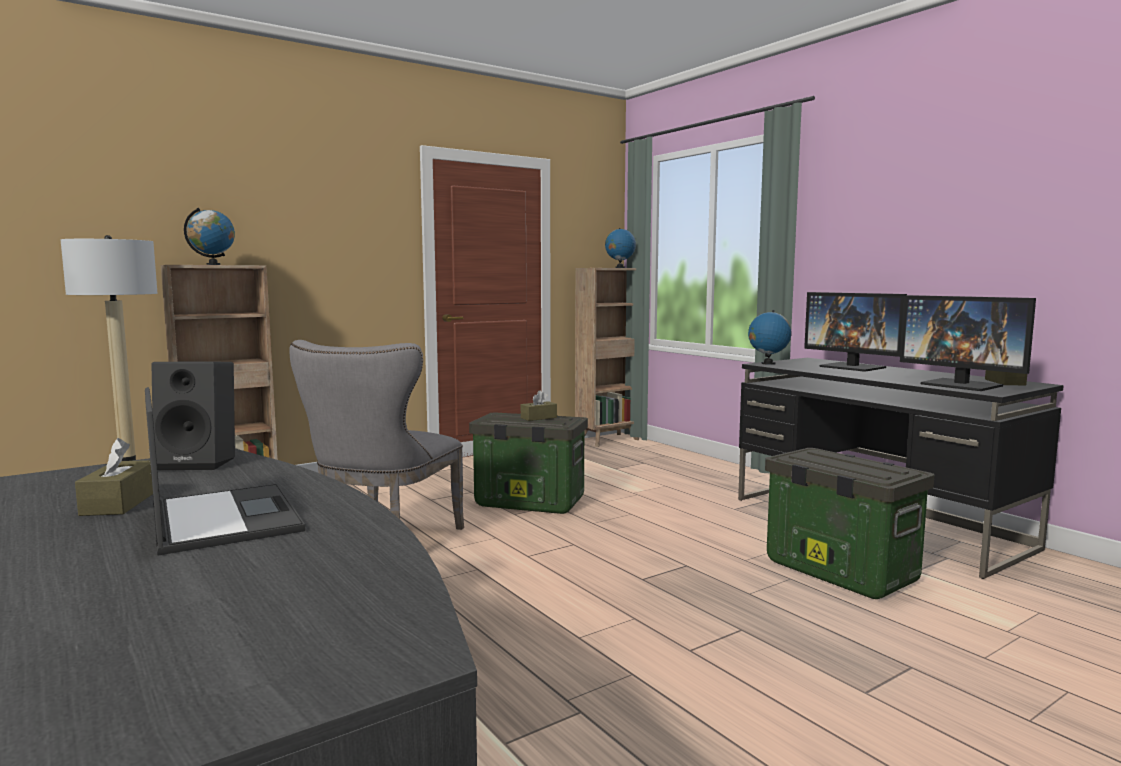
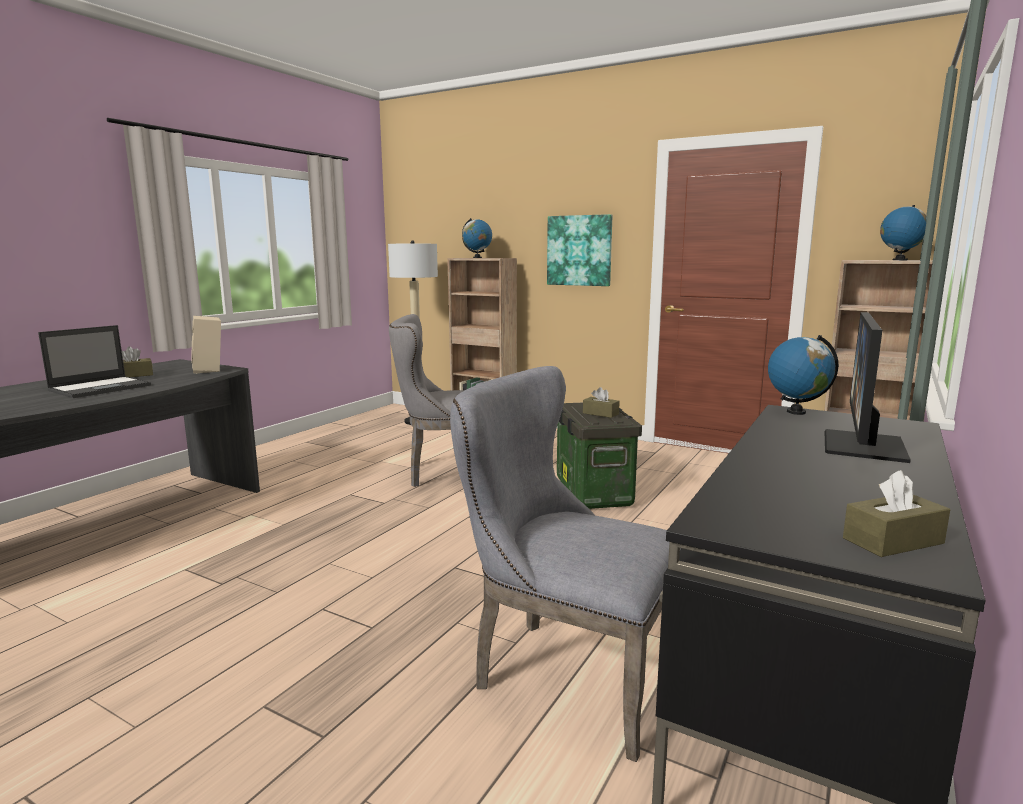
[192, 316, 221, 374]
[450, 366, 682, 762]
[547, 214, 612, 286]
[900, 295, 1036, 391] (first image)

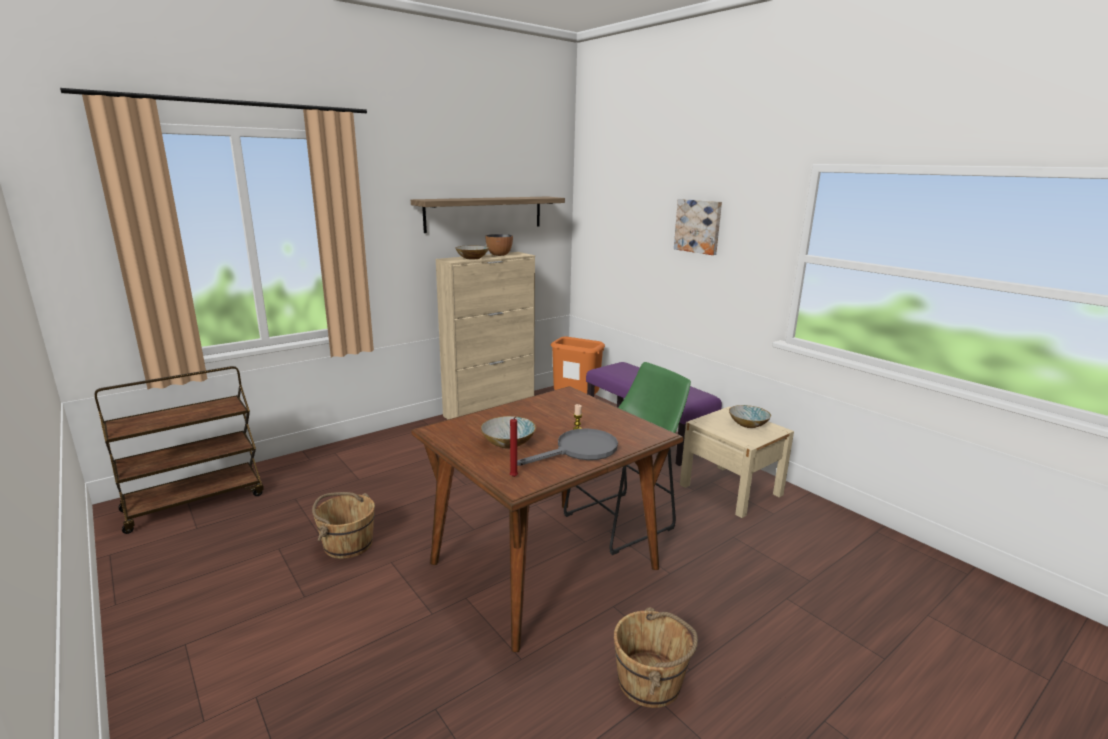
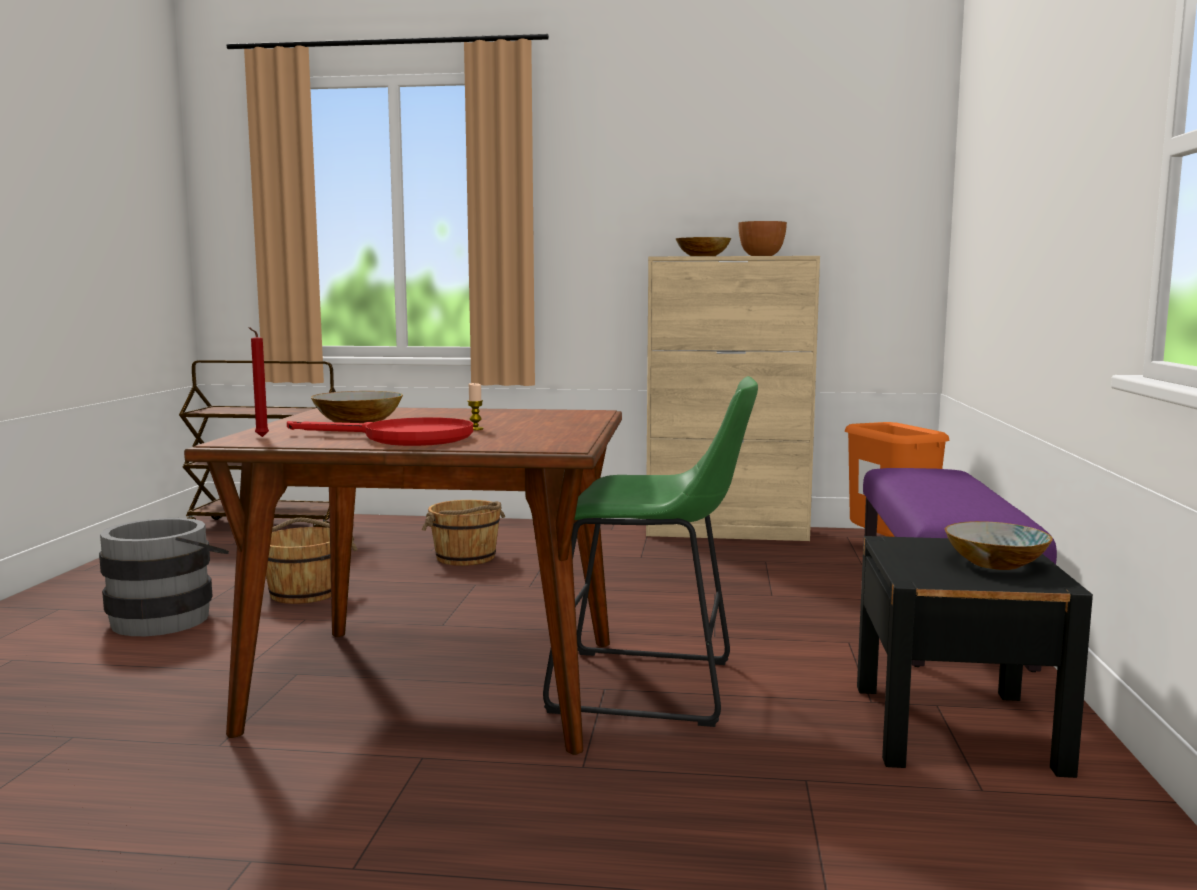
[99, 518, 229, 636]
[287, 417, 473, 446]
[422, 500, 505, 566]
[857, 536, 1093, 778]
[411, 196, 565, 233] (first image)
[674, 199, 722, 255] (first image)

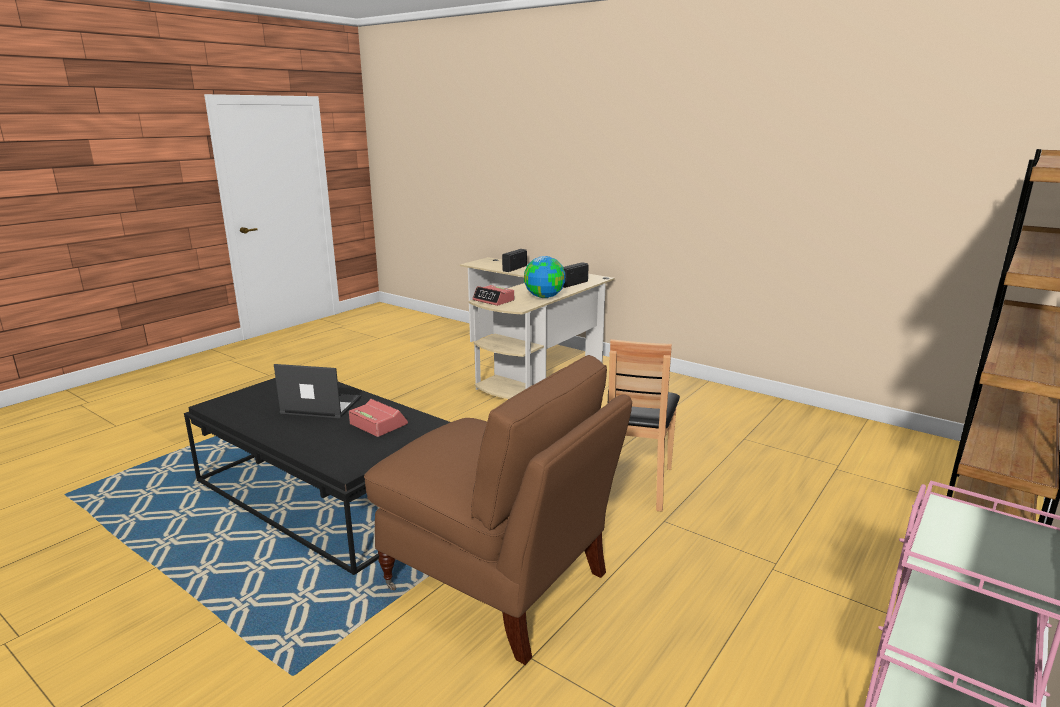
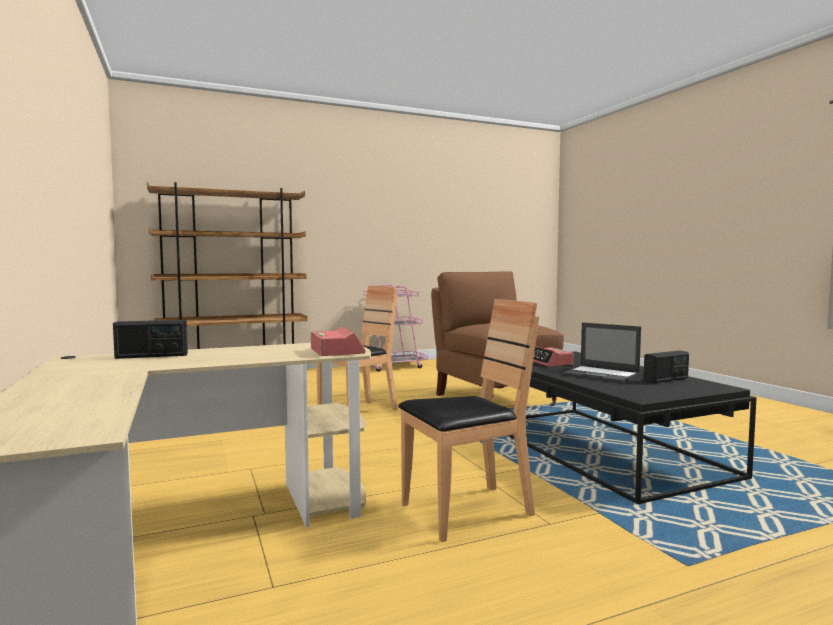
[398, 299, 539, 542]
[643, 350, 689, 383]
[524, 256, 565, 298] (first image)

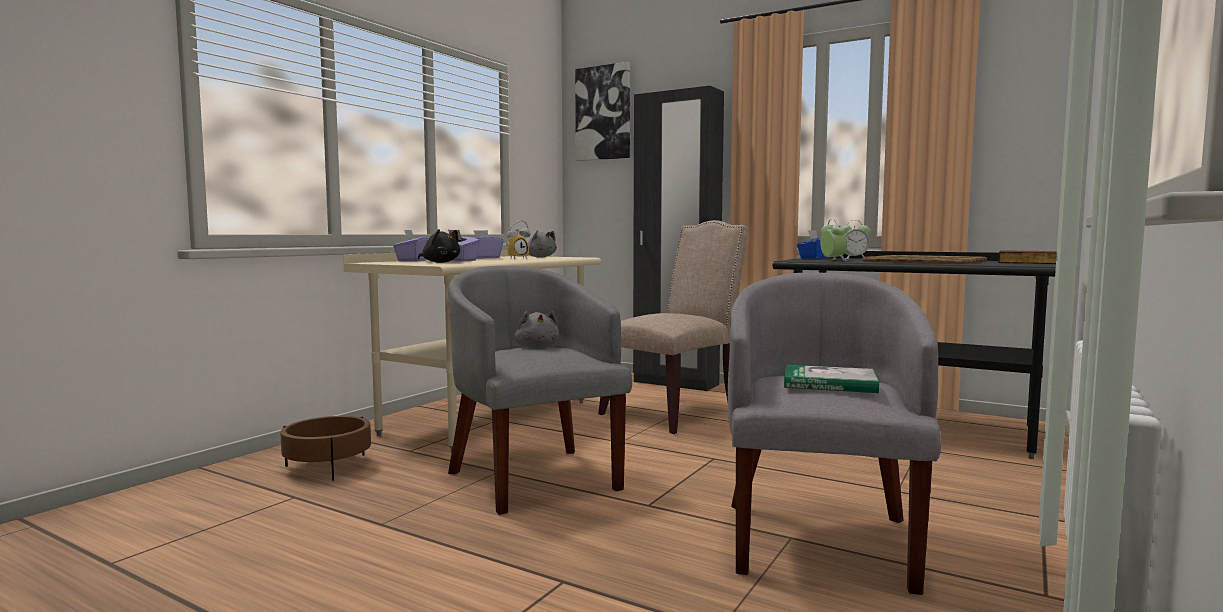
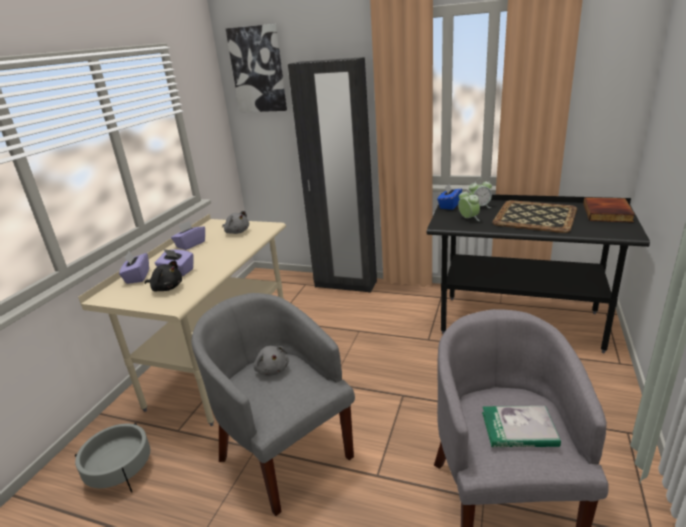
[75, 423, 150, 493]
[506, 220, 531, 259] (first image)
[598, 220, 748, 434] (first image)

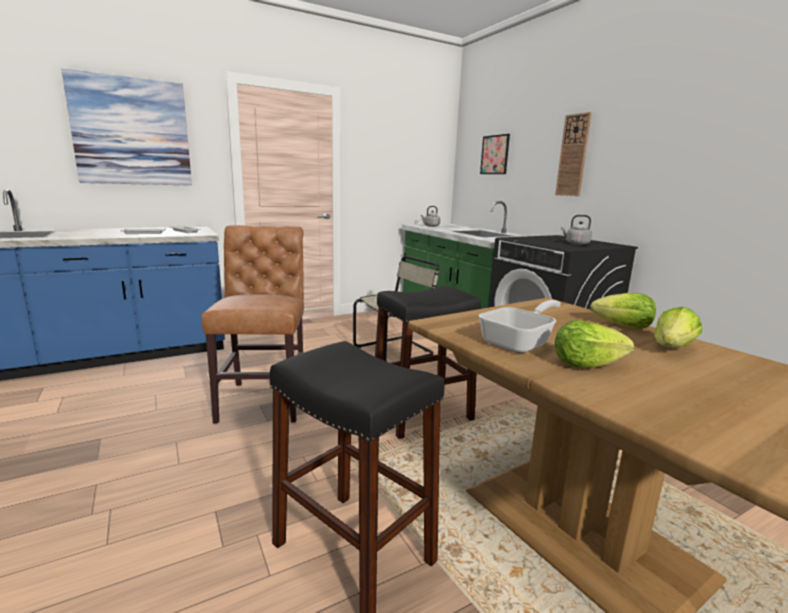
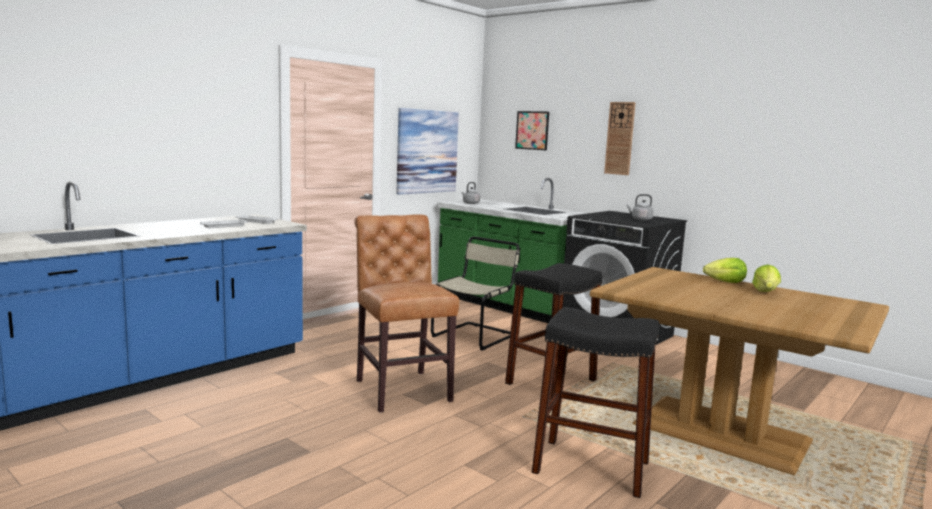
[397, 108, 459, 195]
[479, 300, 561, 353] (first image)
[555, 320, 634, 368] (first image)

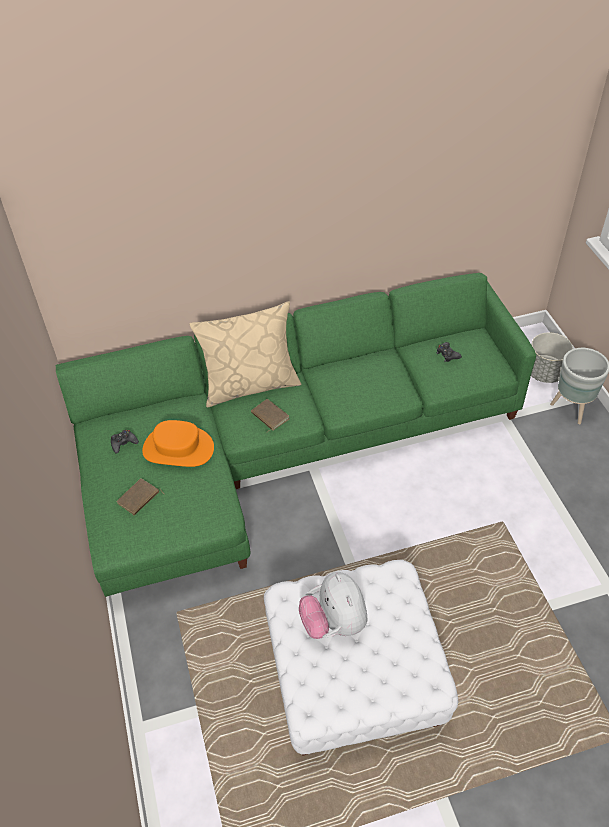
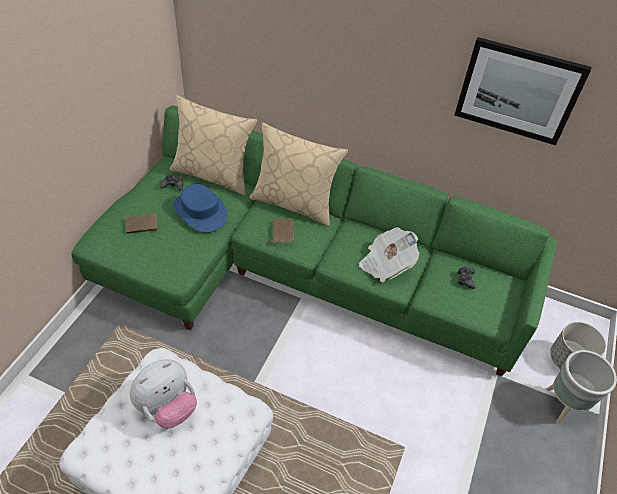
[129, 359, 197, 429]
[170, 95, 257, 196]
[173, 184, 228, 233]
[359, 228, 419, 282]
[454, 37, 592, 145]

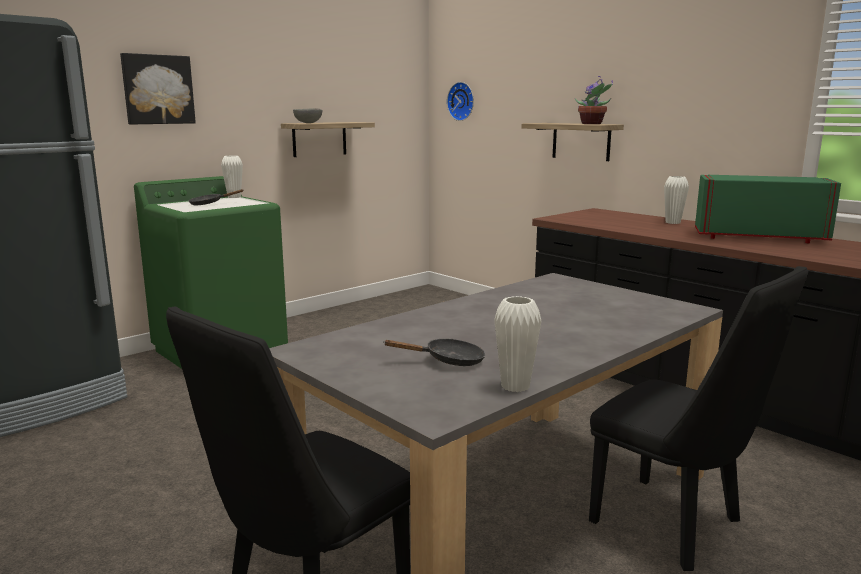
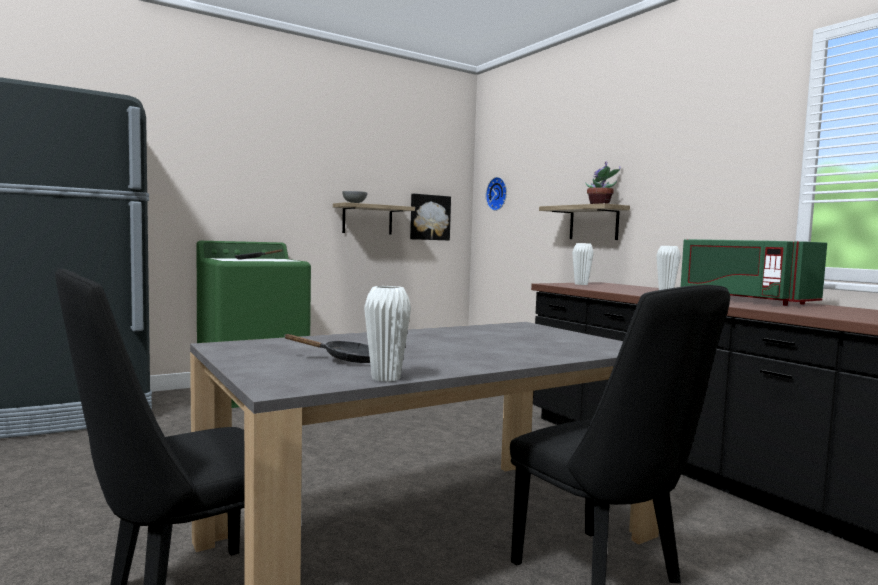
[410, 194, 451, 240]
[572, 243, 594, 285]
[681, 239, 827, 306]

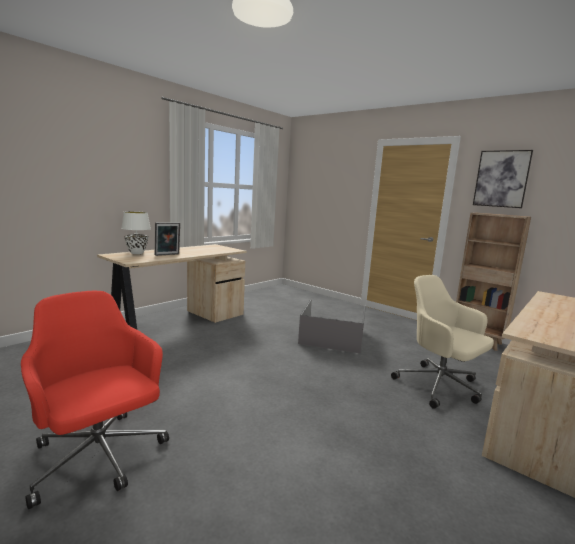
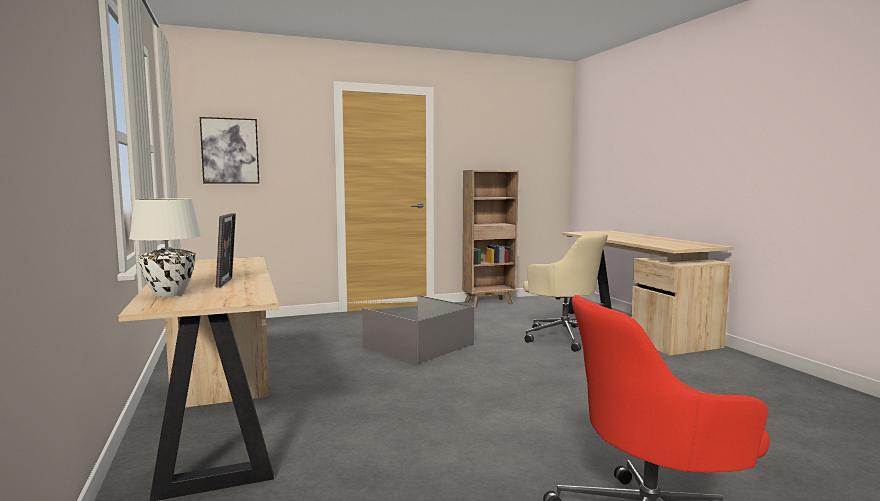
[200, 117, 259, 184]
[523, 233, 608, 352]

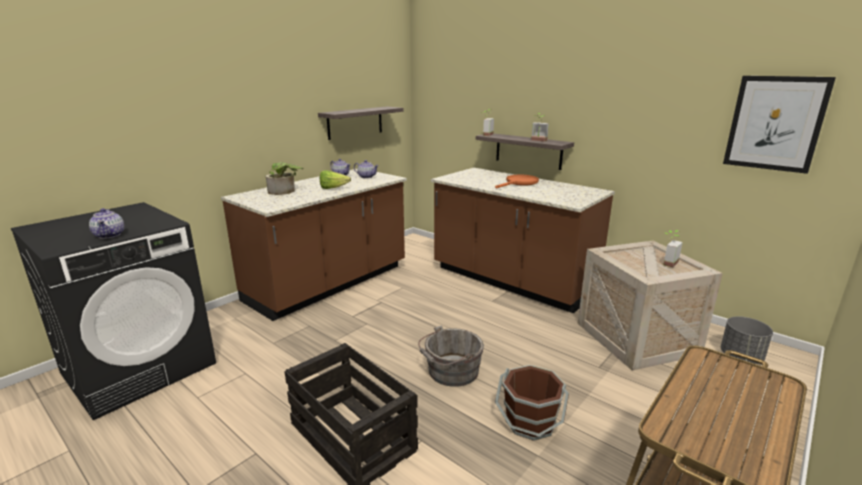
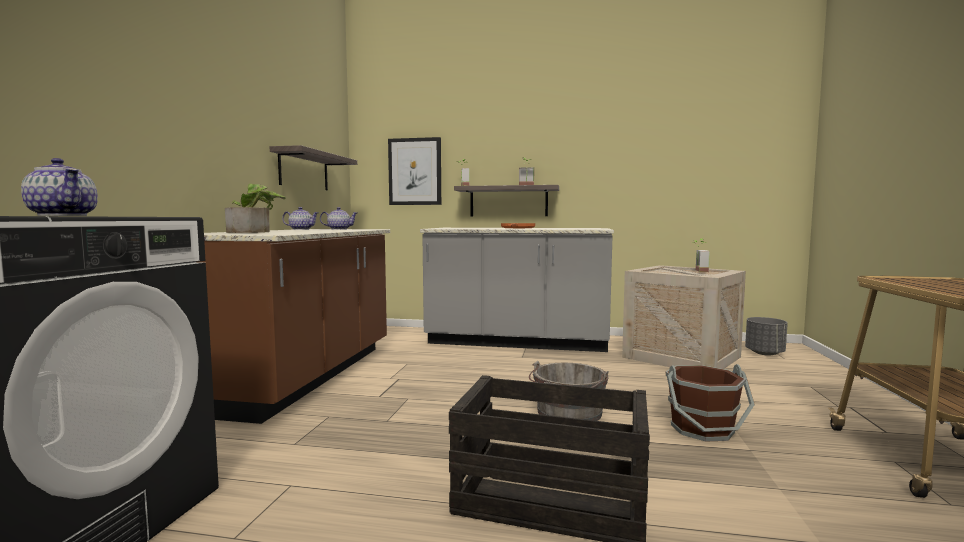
[388, 137, 441, 205]
[420, 228, 614, 352]
[320, 170, 351, 189] (first image)

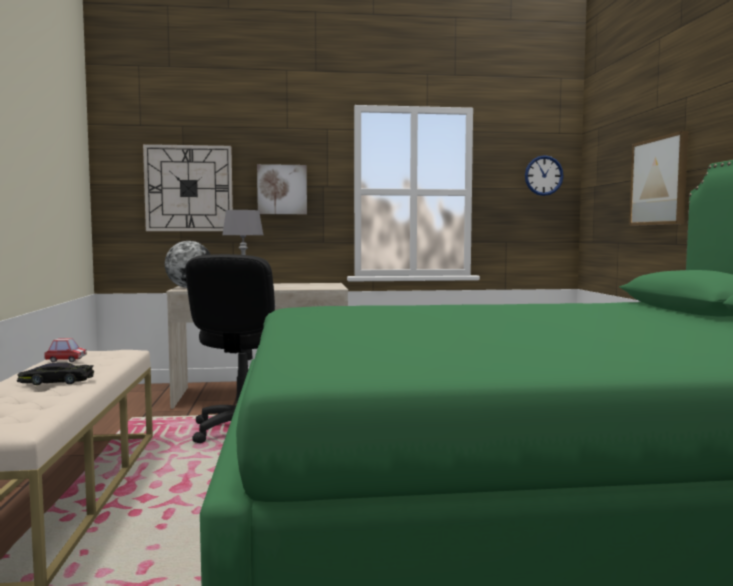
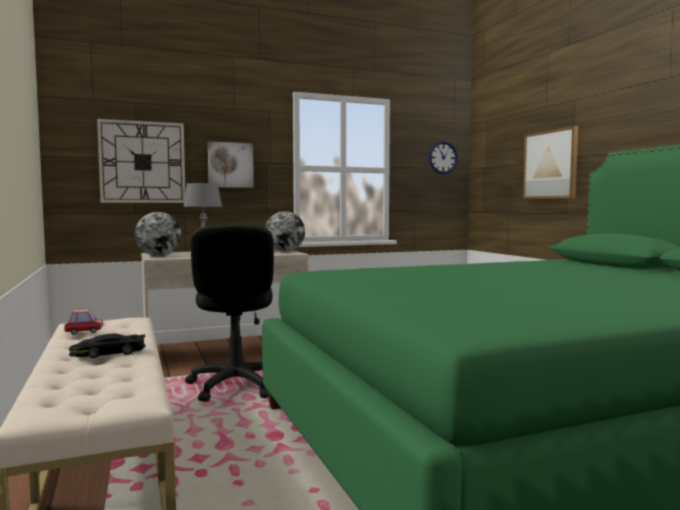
[265, 211, 305, 252]

